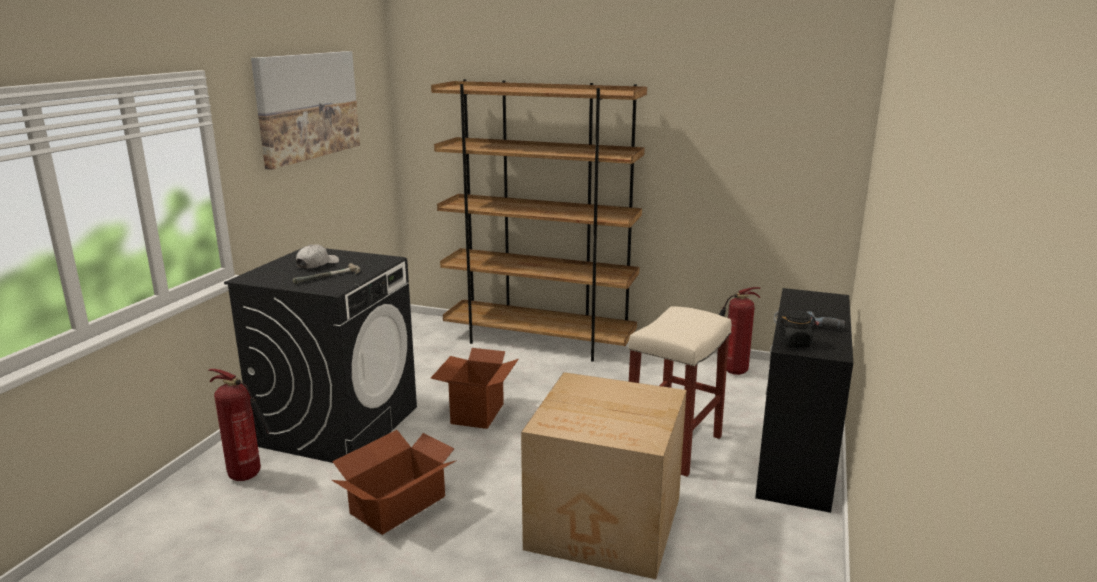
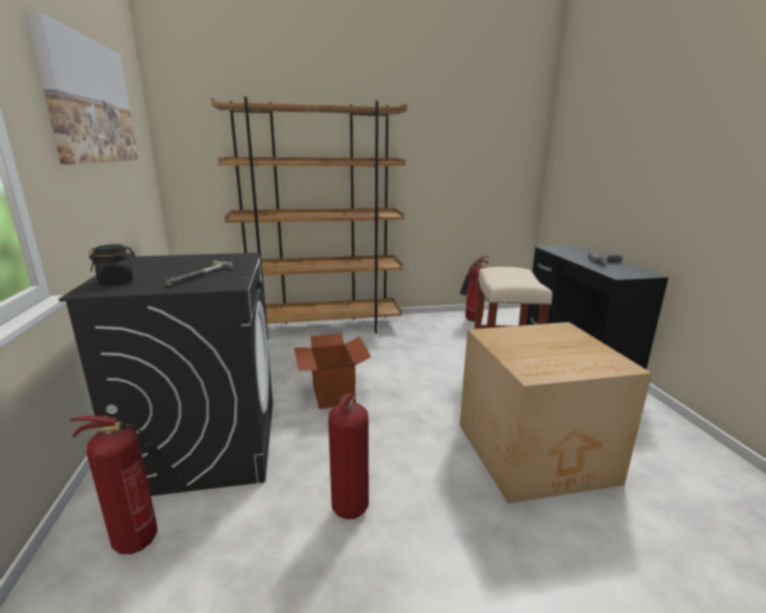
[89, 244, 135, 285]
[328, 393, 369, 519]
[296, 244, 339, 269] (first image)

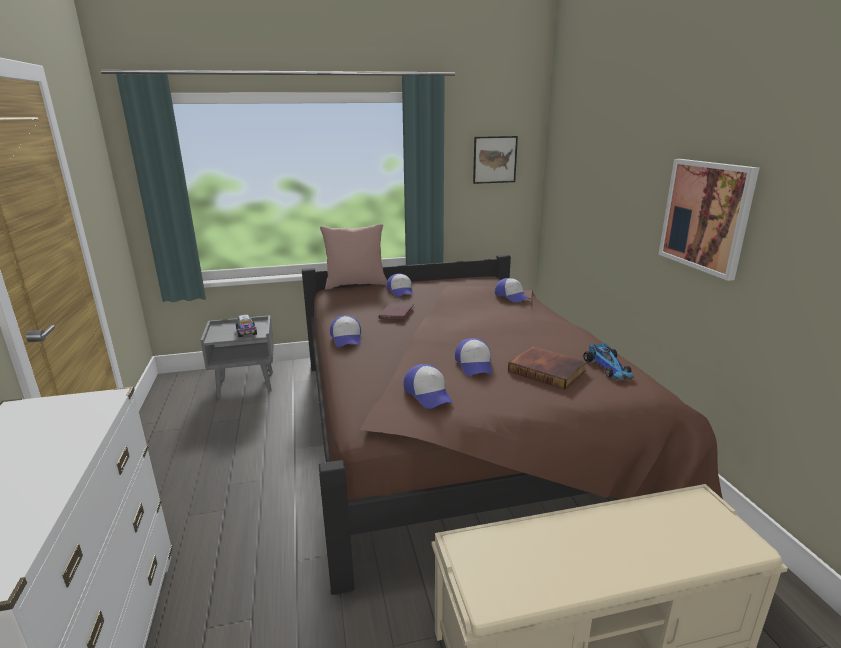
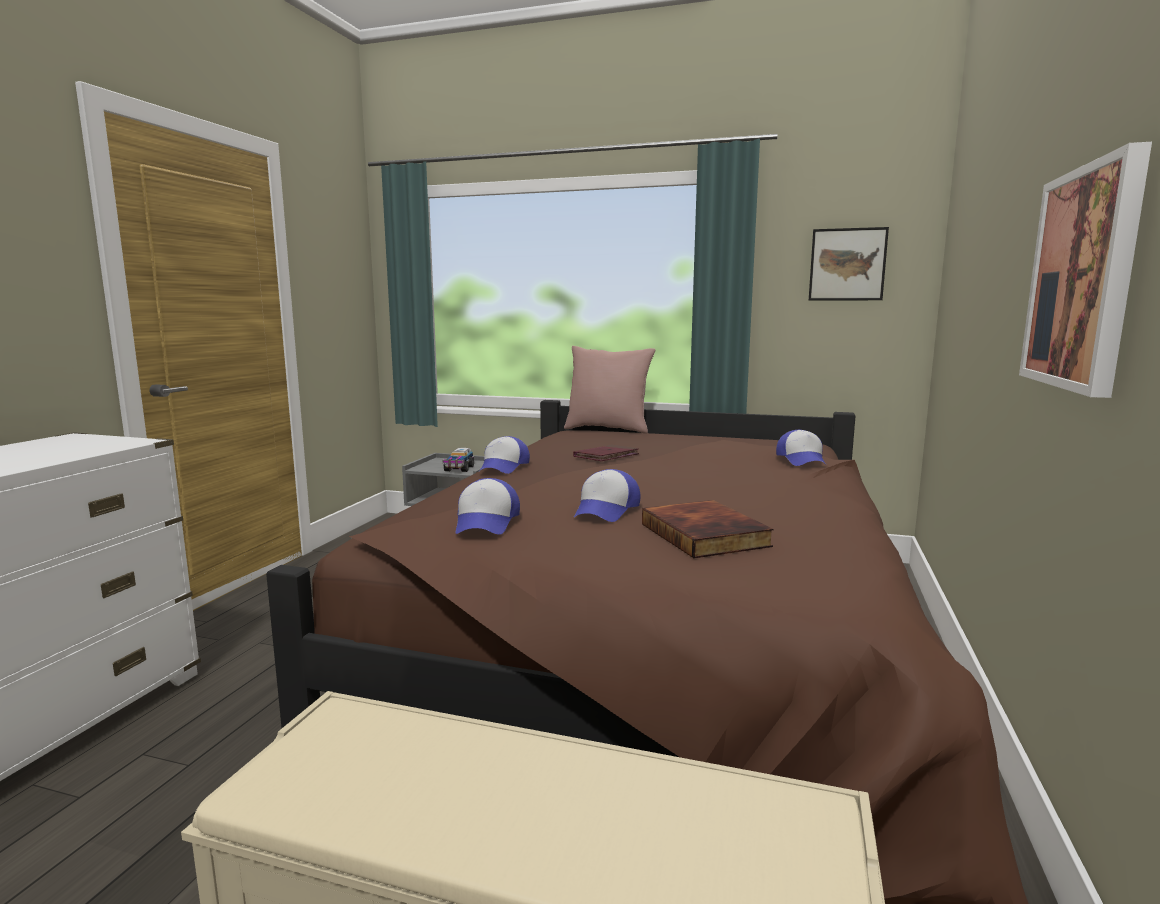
[387, 274, 414, 297] (first image)
[584, 343, 634, 380] (first image)

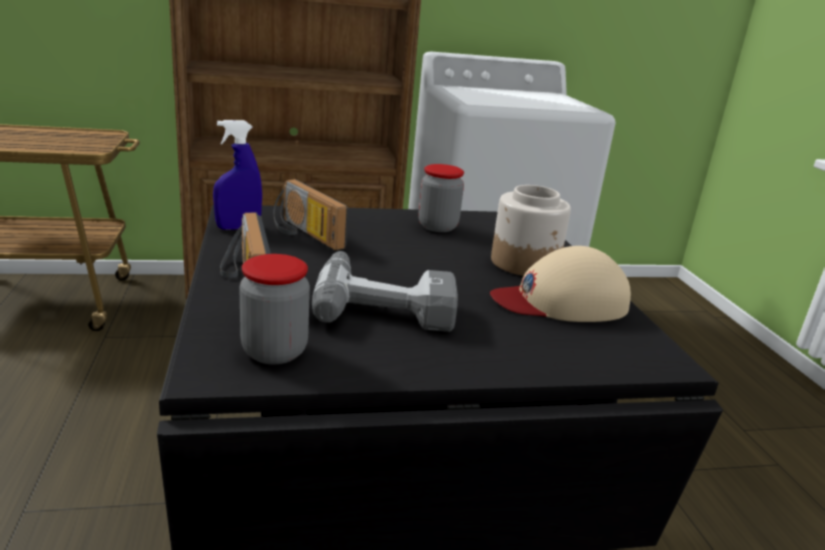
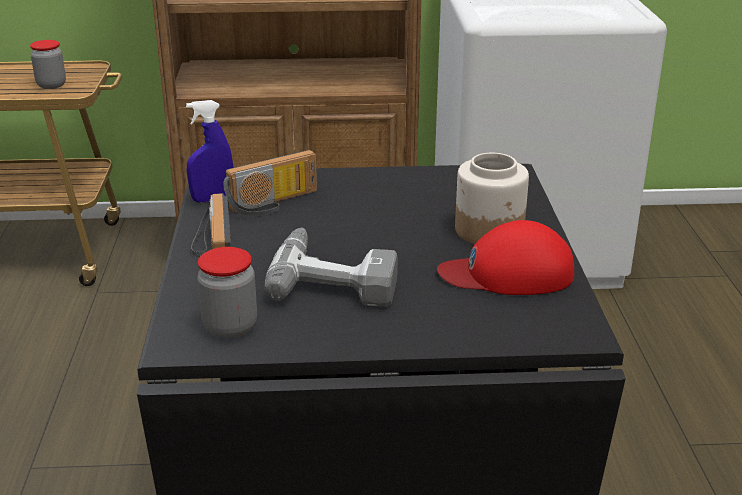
[30, 40, 66, 89]
[223, 150, 317, 216]
[437, 220, 574, 295]

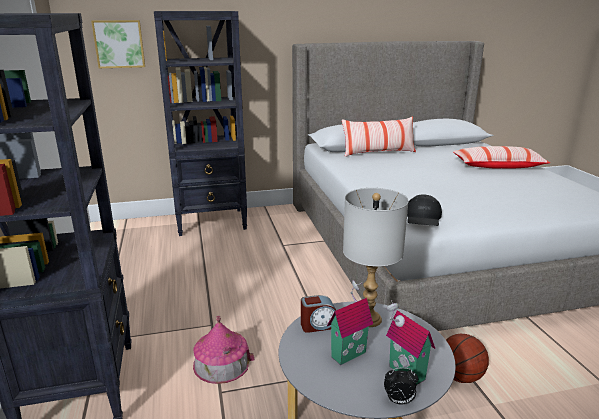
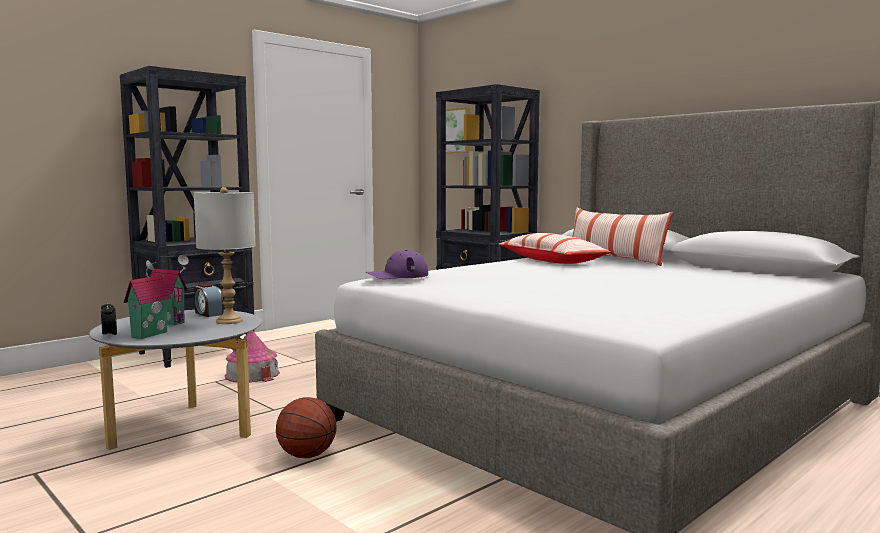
[366, 250, 428, 279]
[499, 233, 611, 264]

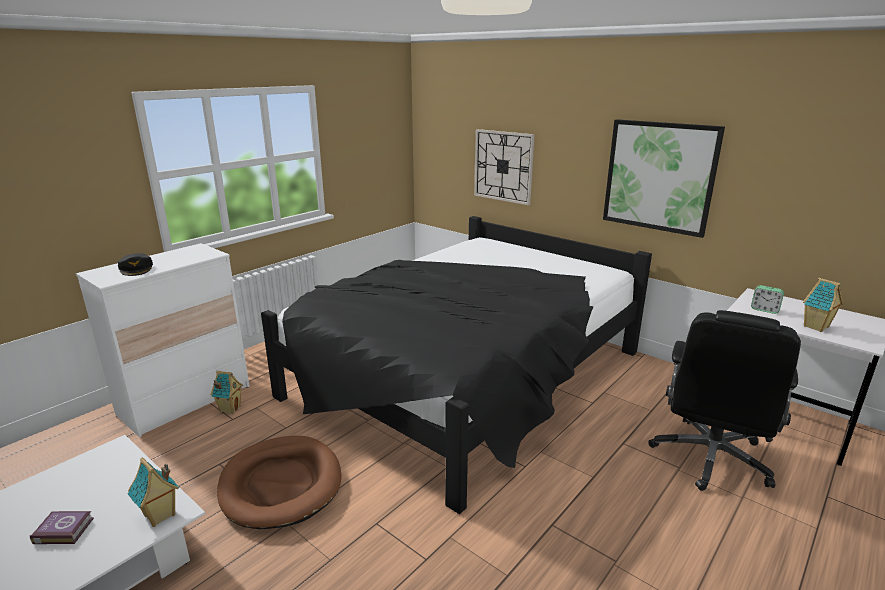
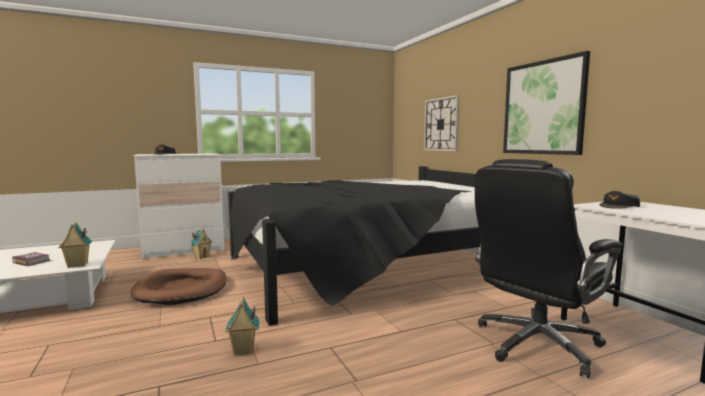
[226, 296, 259, 356]
[600, 191, 640, 209]

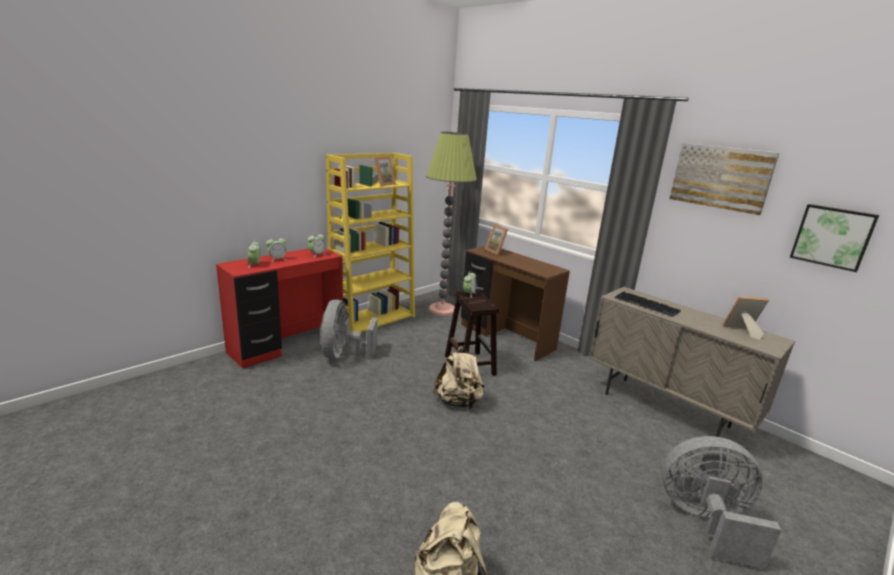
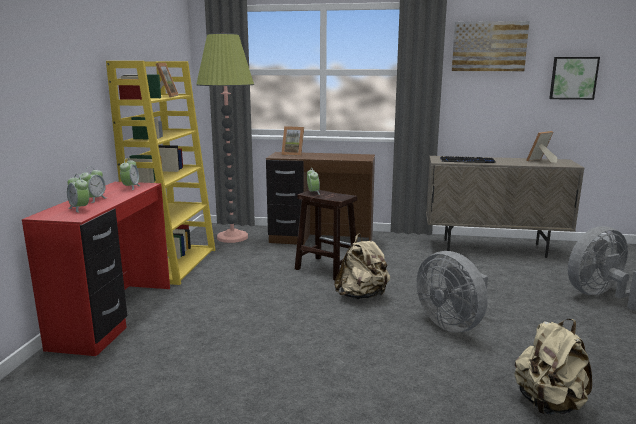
[417, 251, 488, 332]

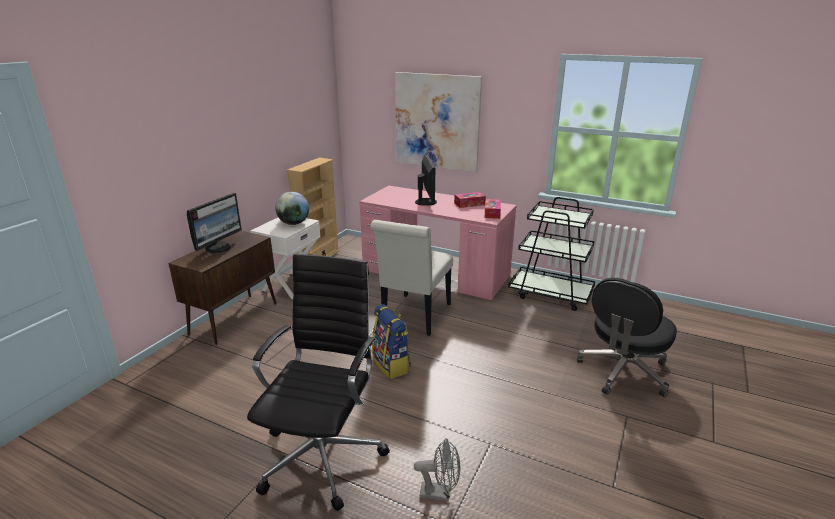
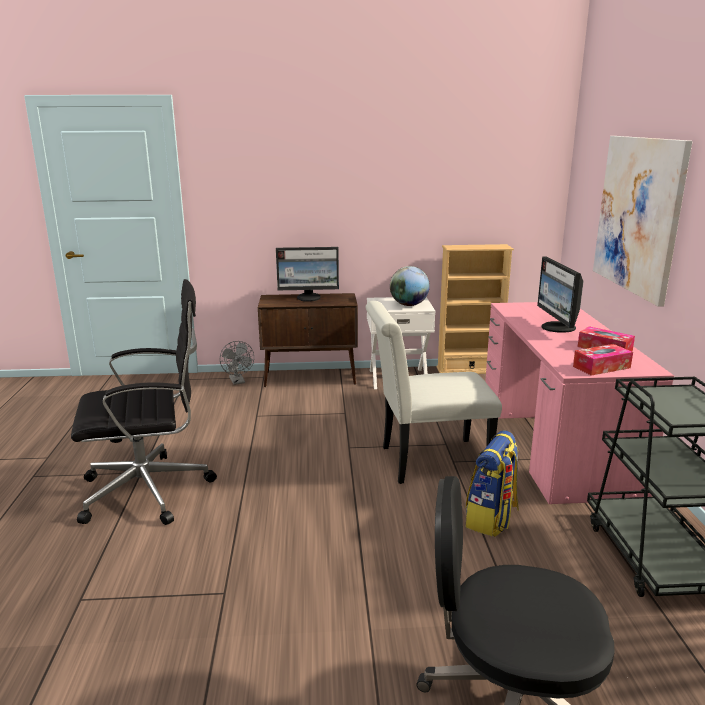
[220, 341, 254, 385]
[466, 430, 519, 537]
[537, 256, 584, 333]

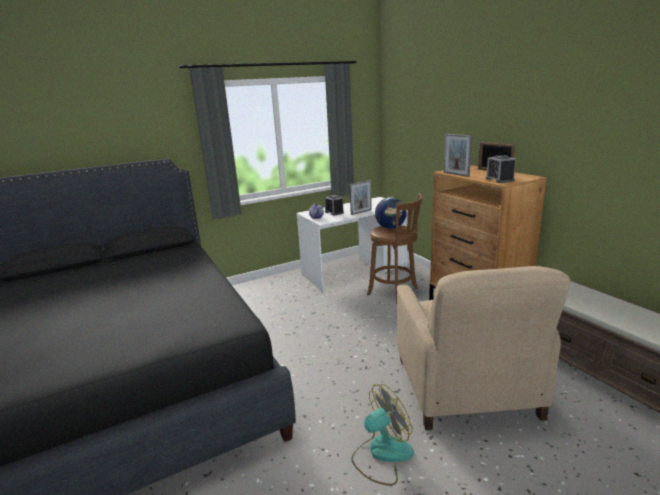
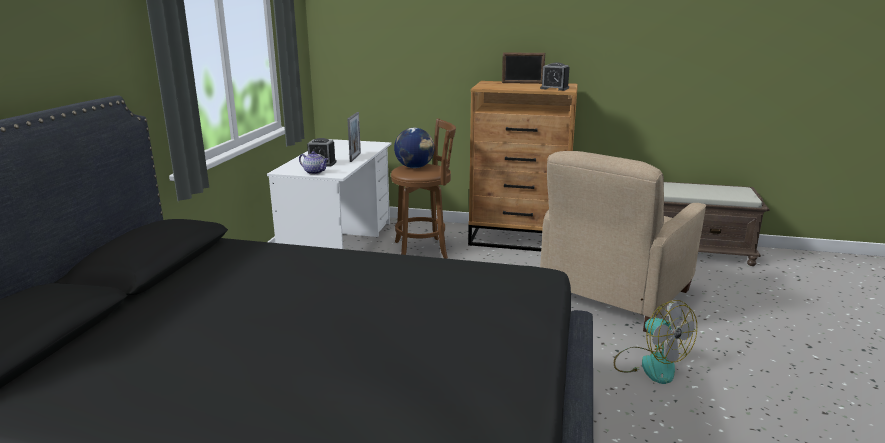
[540, 151, 706, 333]
[614, 300, 697, 384]
[444, 134, 472, 177] (first image)

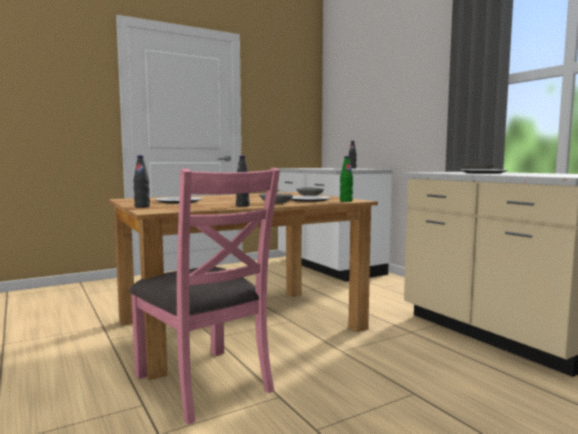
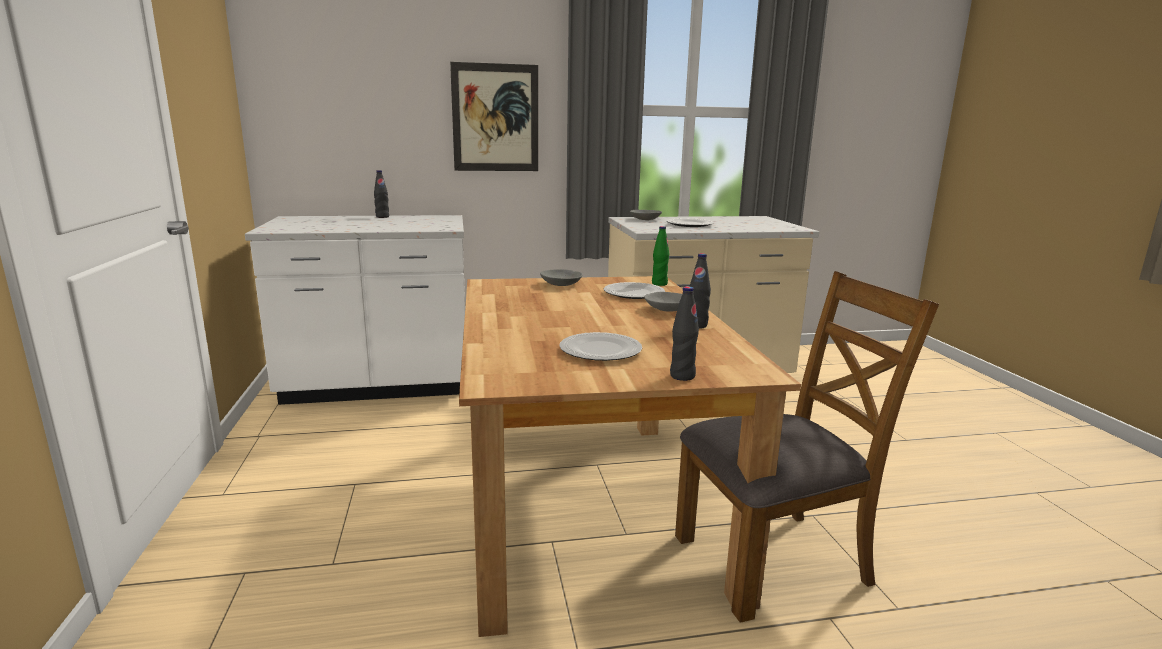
[450, 62, 538, 171]
[675, 271, 939, 623]

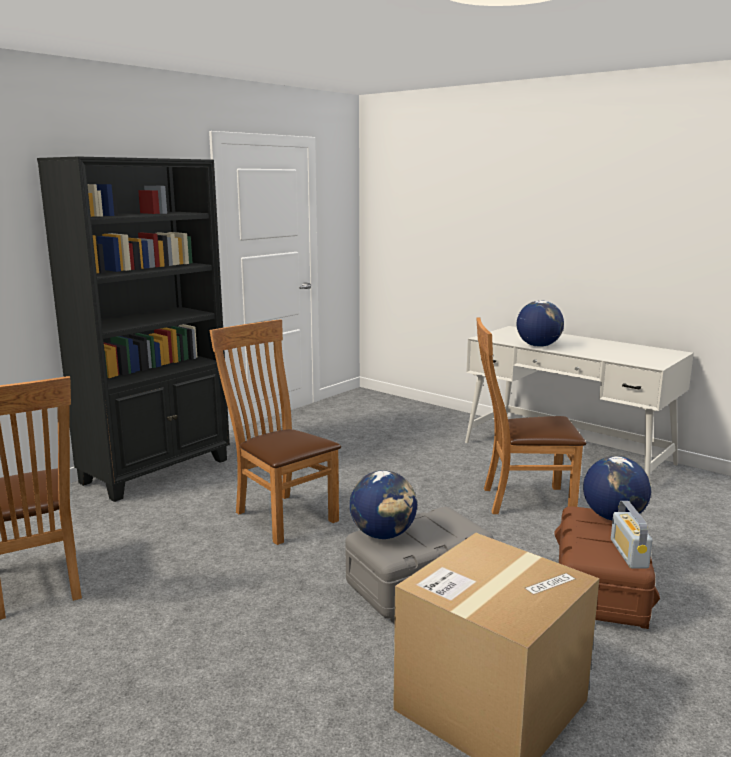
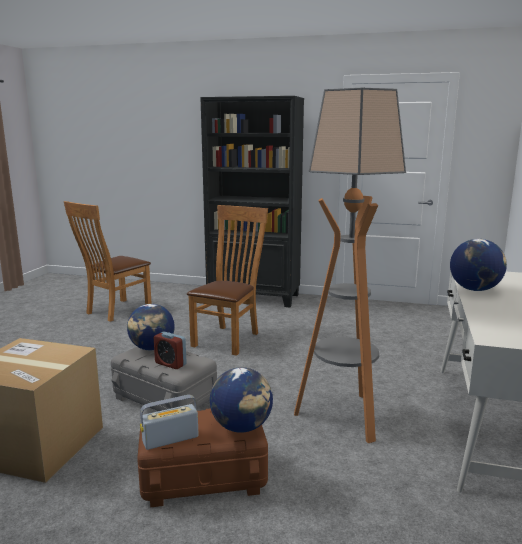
[154, 331, 187, 369]
[294, 88, 406, 443]

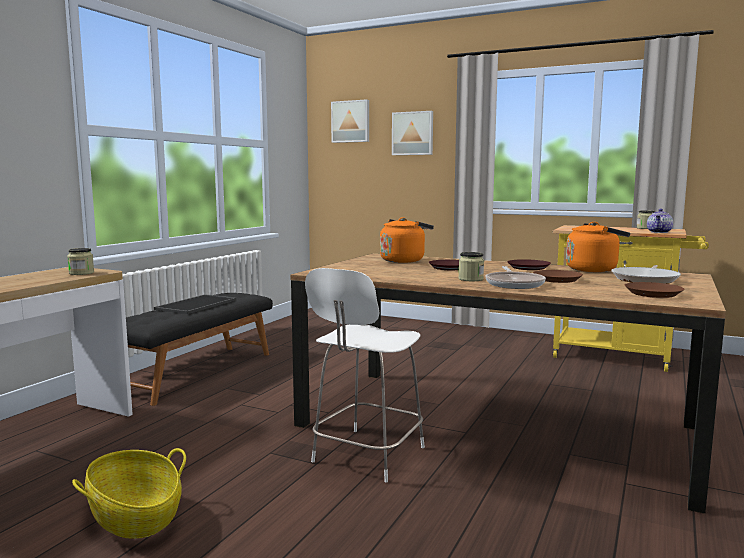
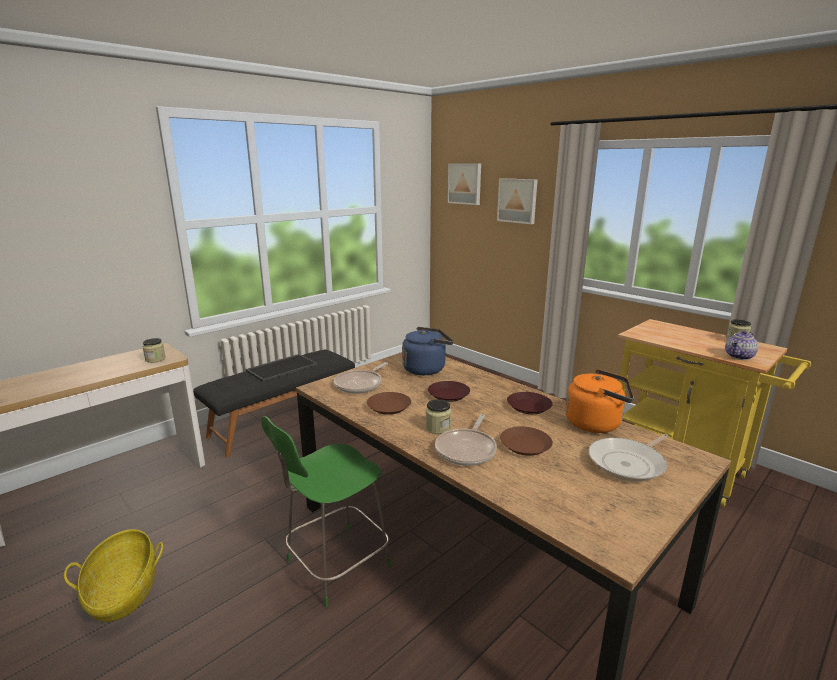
[261, 416, 391, 607]
[334, 362, 388, 394]
[367, 392, 411, 415]
[402, 327, 453, 375]

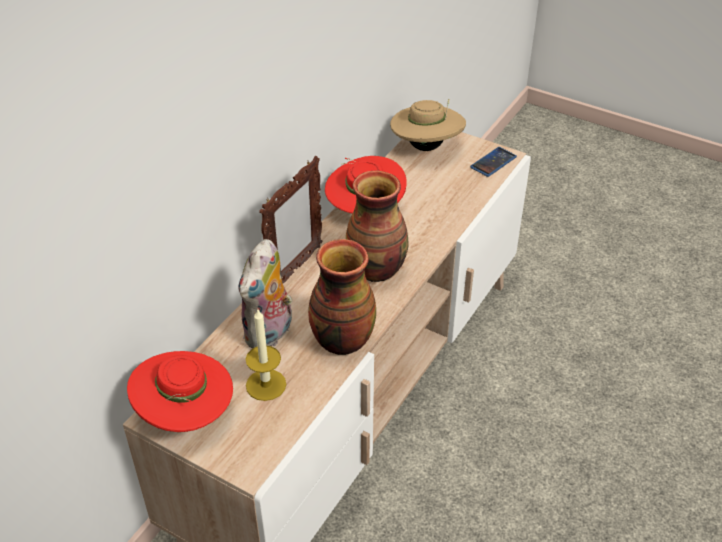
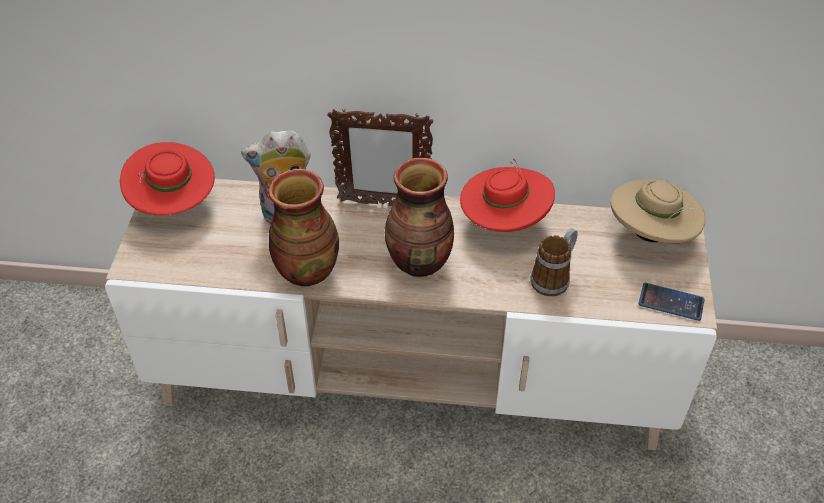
[530, 228, 578, 296]
[246, 309, 286, 401] (first image)

